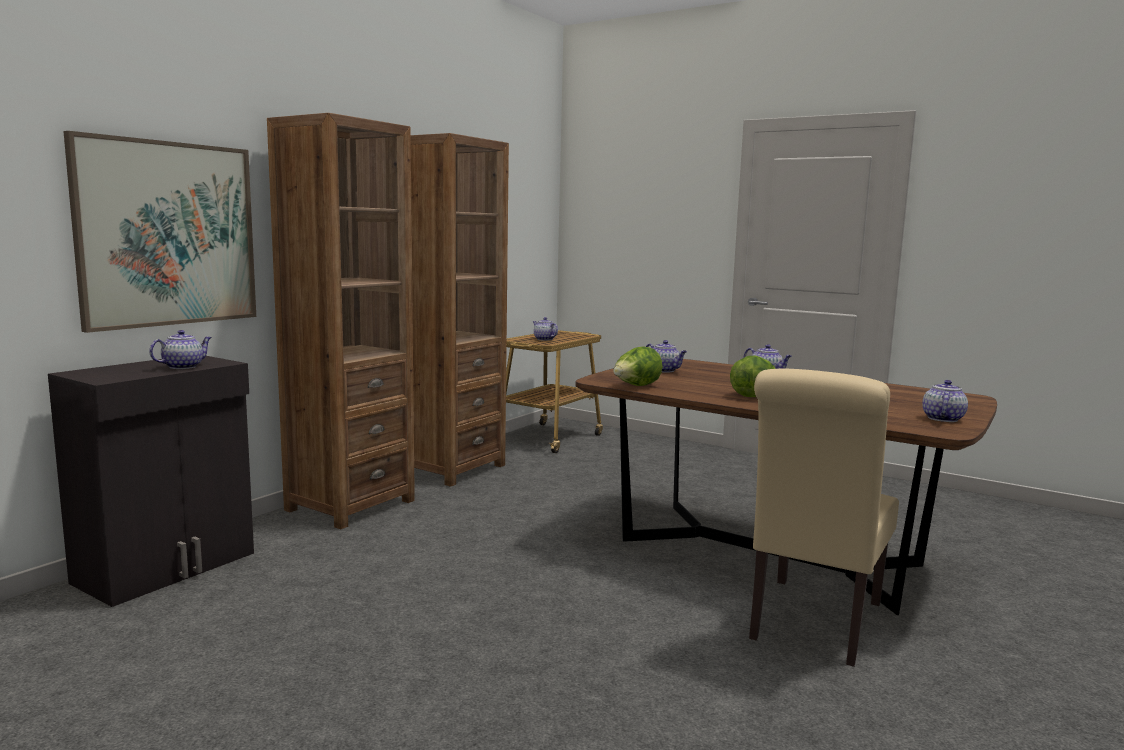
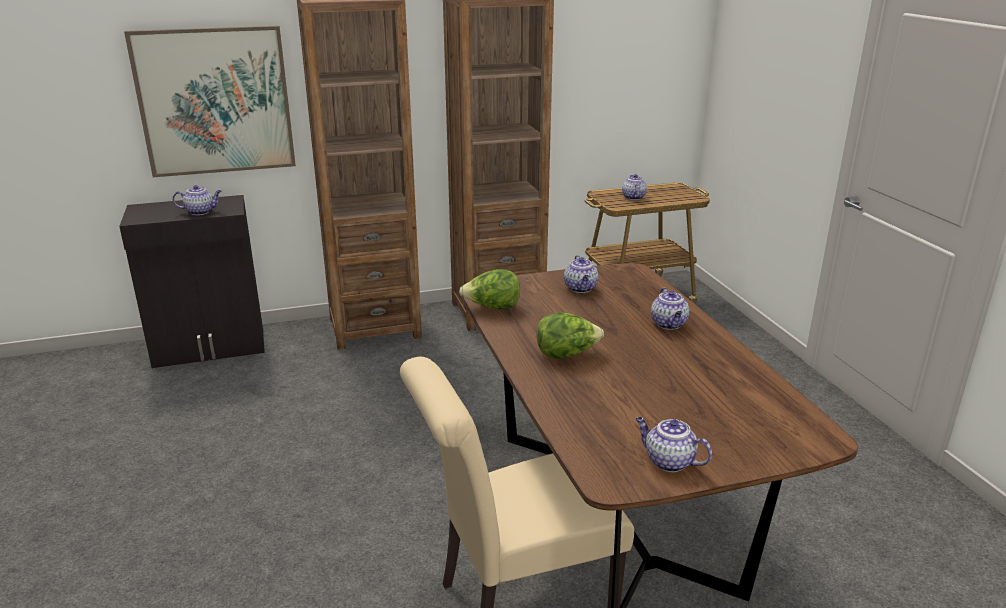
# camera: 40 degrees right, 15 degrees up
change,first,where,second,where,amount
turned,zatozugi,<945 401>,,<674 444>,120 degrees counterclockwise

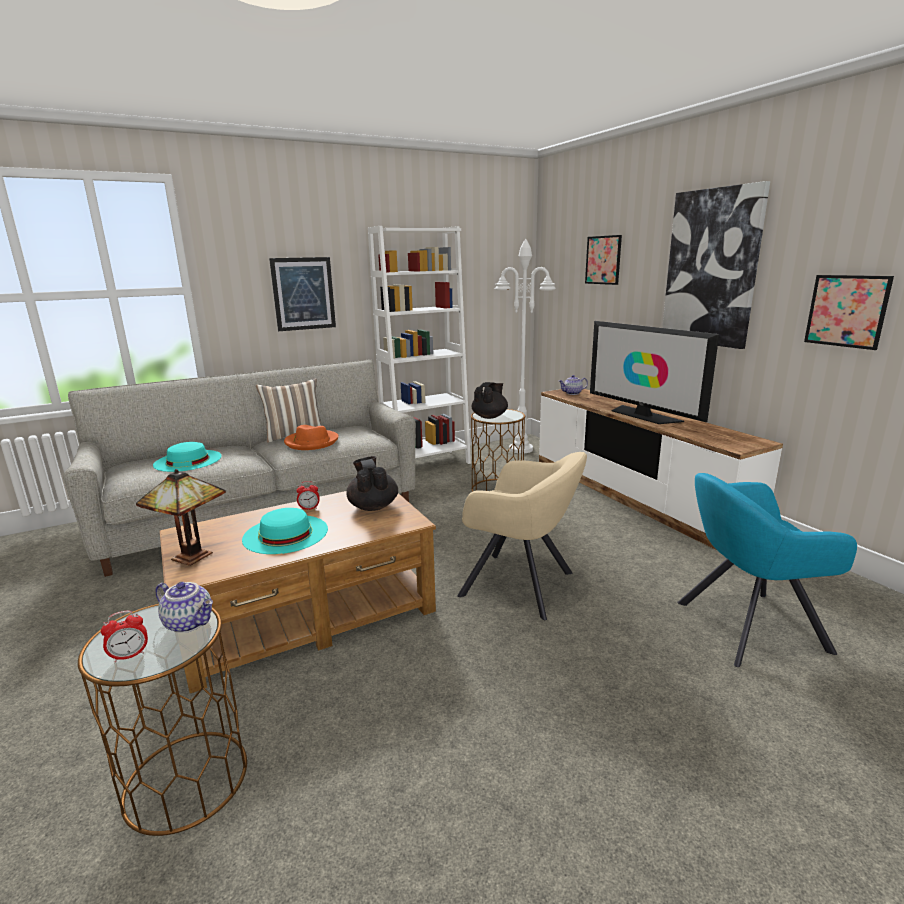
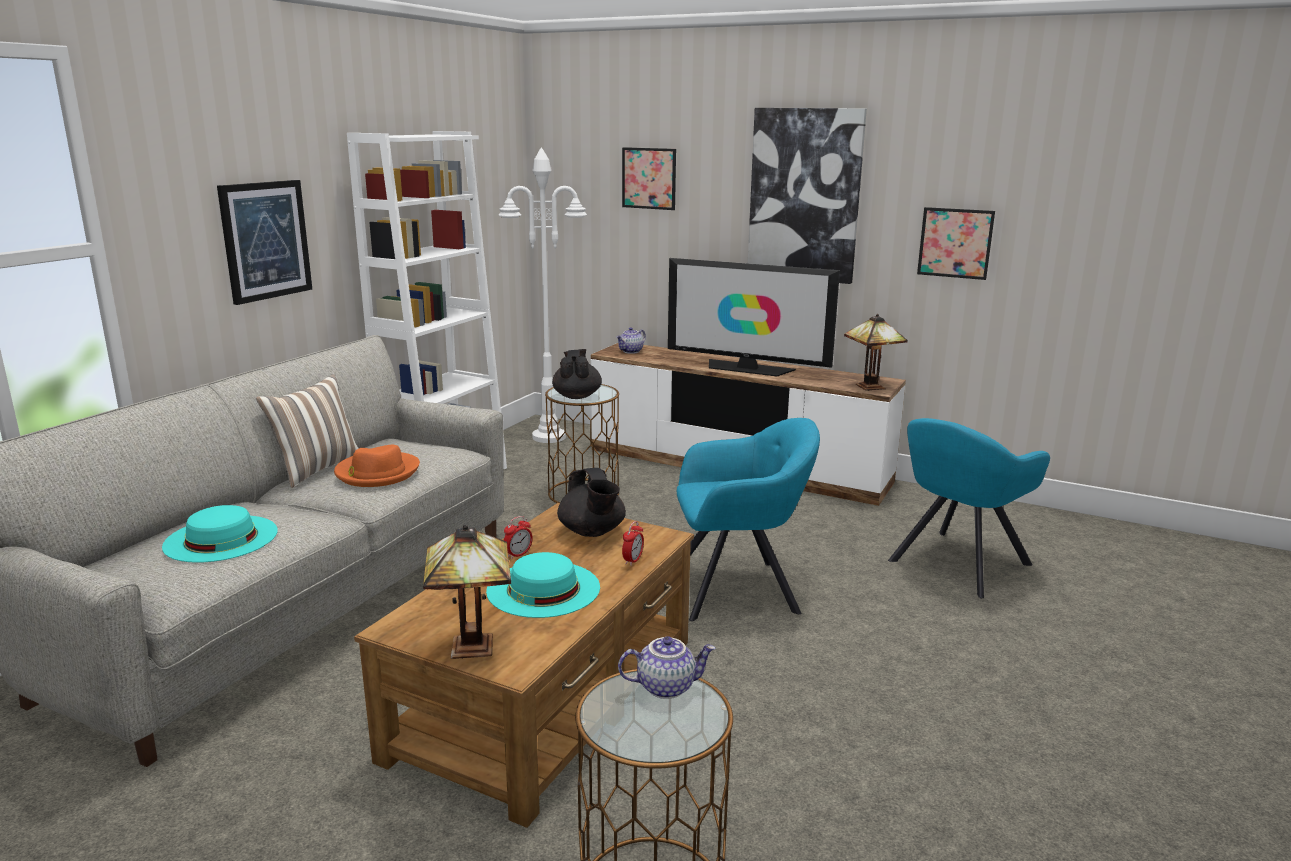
# camera: 35 degrees left, 0 degrees up
change,first,where,second,where,amount
moved,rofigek,<124 636>,,<633 543>,
turned,zatozugi (black),<372 483>,,<591 502>,150 degrees counterclockwise
recoloured,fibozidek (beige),<522 536>,fibozidek (turquoise),<748 519>,
added,,,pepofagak,<876 352>,

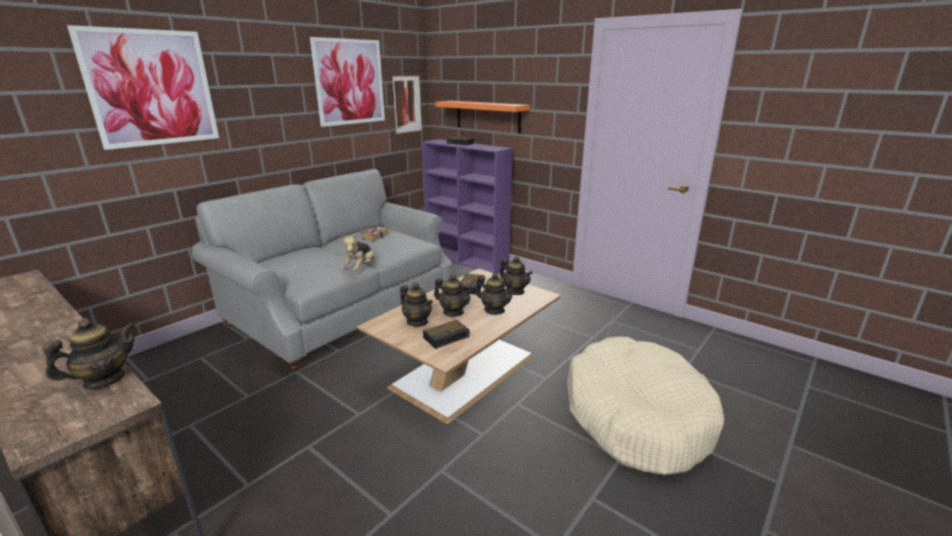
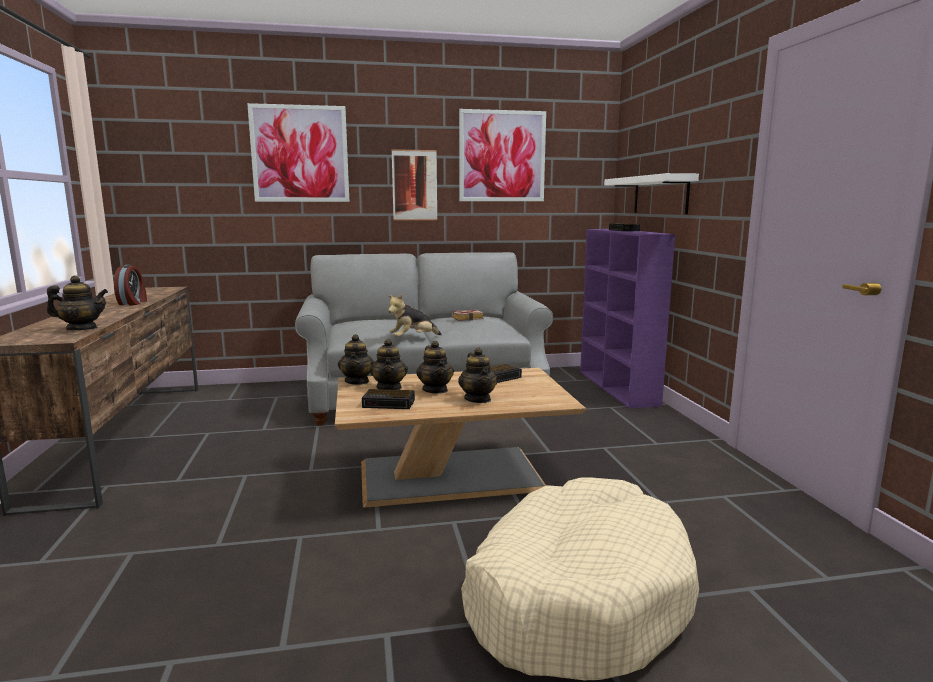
# camera: 40 degrees right, 10 degrees down
change,first,where,second,where,amount
moved,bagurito,<407 105>,,<414 184>,
recoloured,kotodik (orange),<482 117>,kotodik (white),<651 193>,
moved,zatozugi,<516 275>,,<356 359>,
added,,,rofigek,<130 284>,

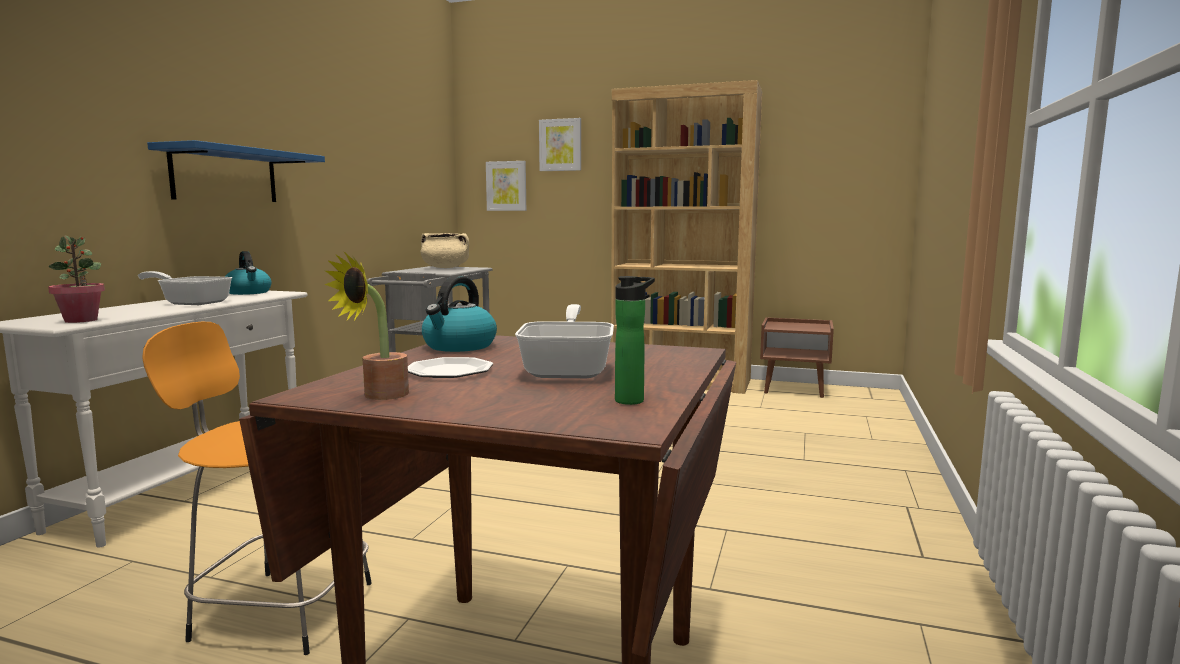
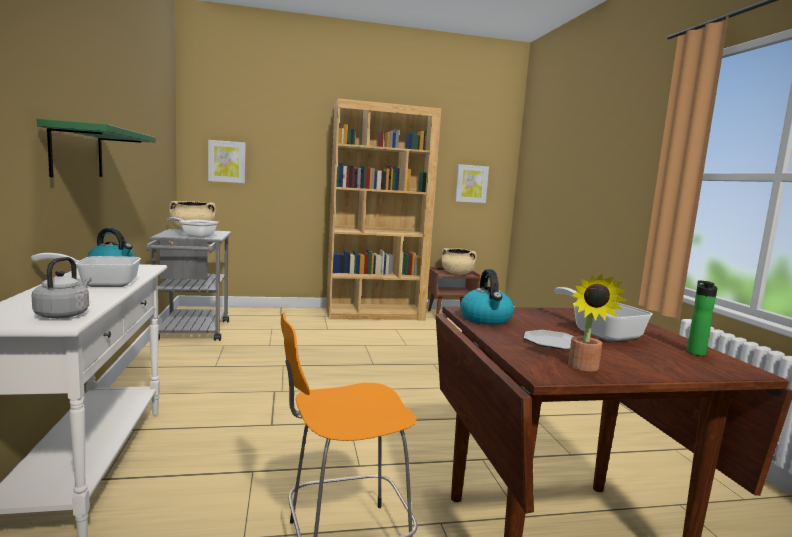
# camera: 30 degrees left, 0 degrees up
change,first,where,second,where,amount
replaced,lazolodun,<76 279>,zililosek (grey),<61 288>,
recoloured,kotodik (blue),<236 171>,kotodik (green),<96 148>,
moved,bagurito,<560 144>,,<472 183>,
added,,,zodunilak,<192 227>,
added,,,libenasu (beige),<459 261>,

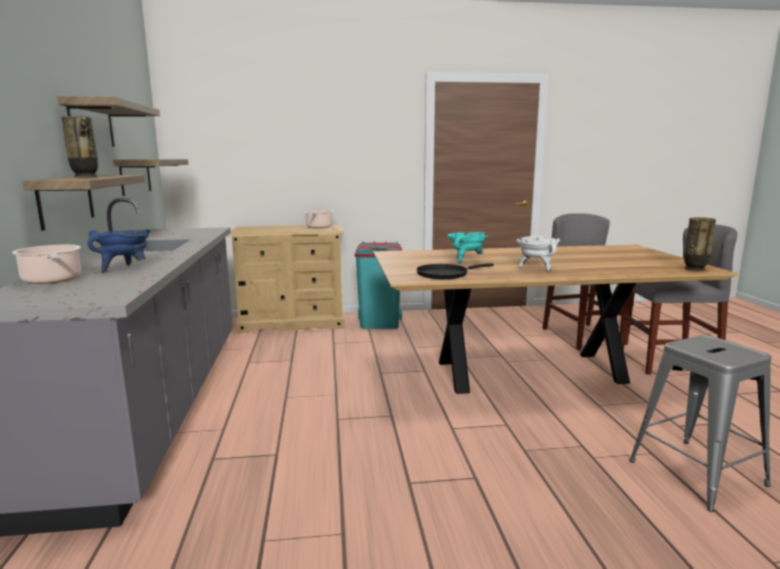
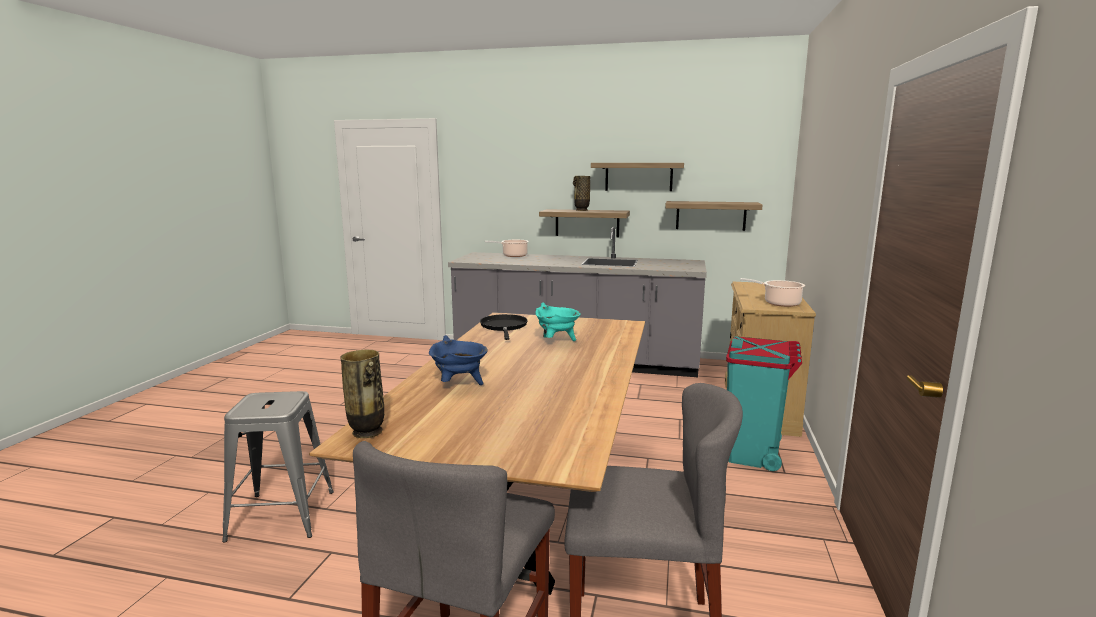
# camera: 110 degrees right, 0 degrees up
change,first,where,second,where,amount
moved,libenasu (blue),<119 251>,,<458 360>,
removed,libenasu (white),<538 253>,,,

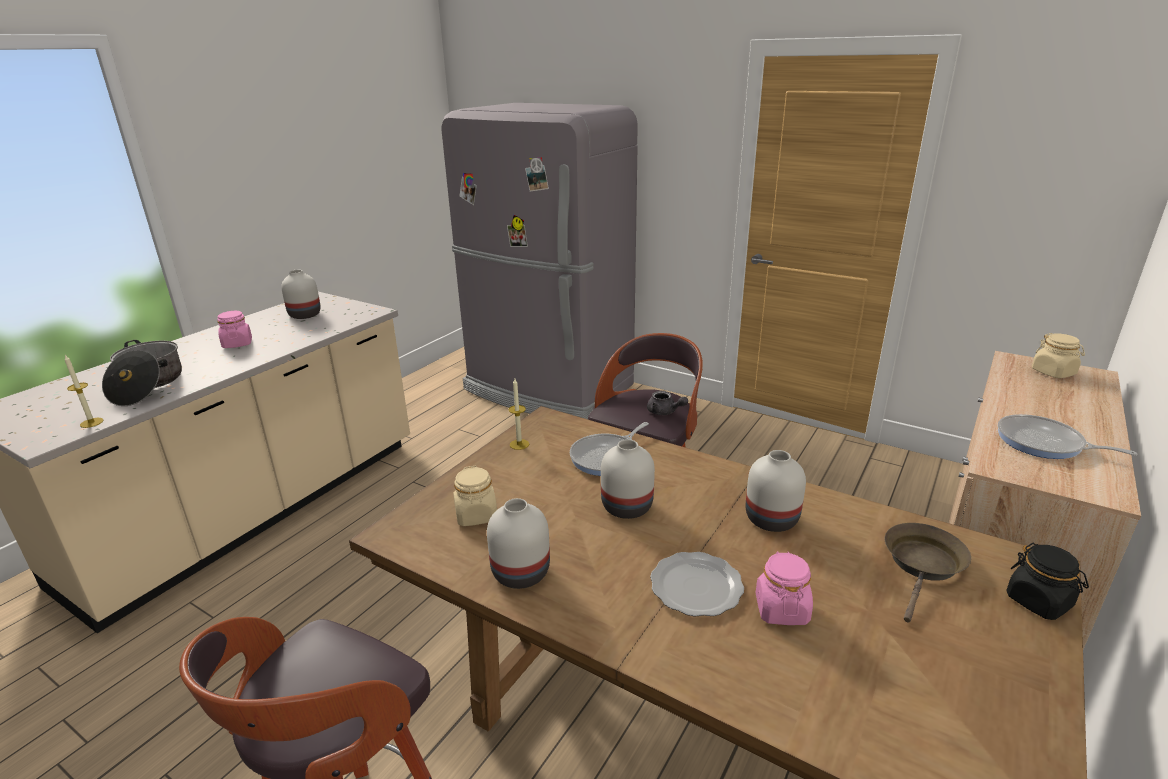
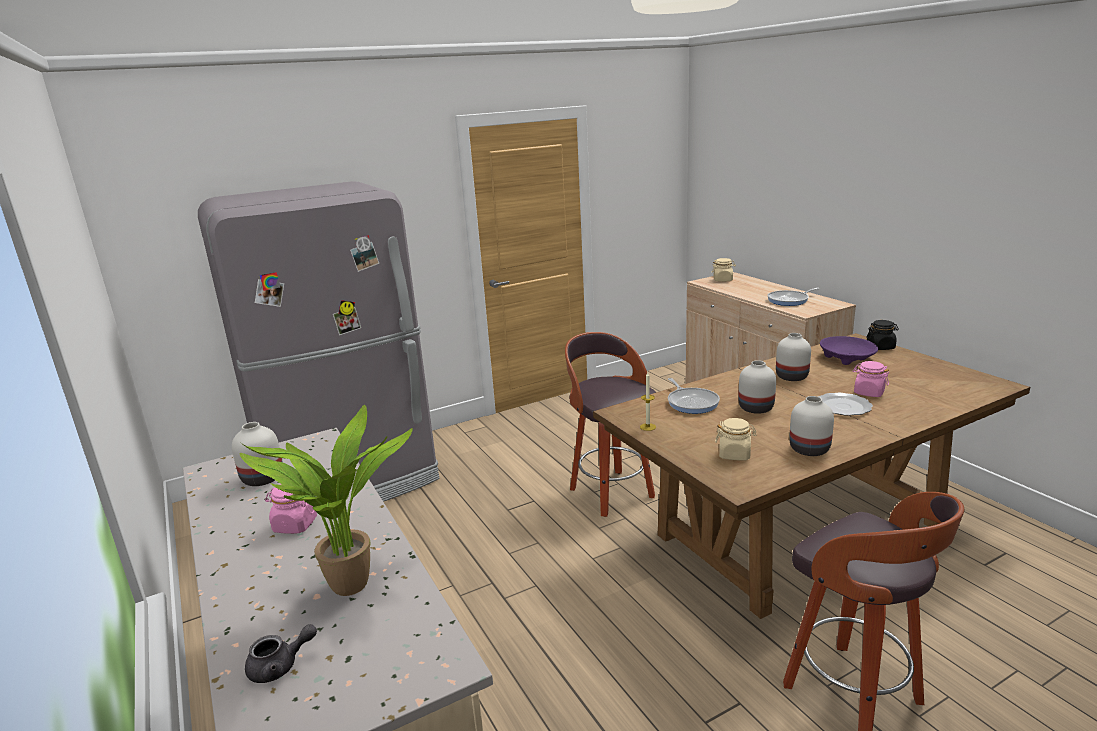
# camera: 60 degrees left, 5 degrees down
change,first,where,second,where,amount
removed,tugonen,<83 391>,,,
replaced,libenasu,<142 373>,lazolodun,<326 500>,
moved,zatozugi (grey),<667 403>,,<281 653>,
replaced,zodunilak (brown),<928 573>,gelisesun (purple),<849 350>,

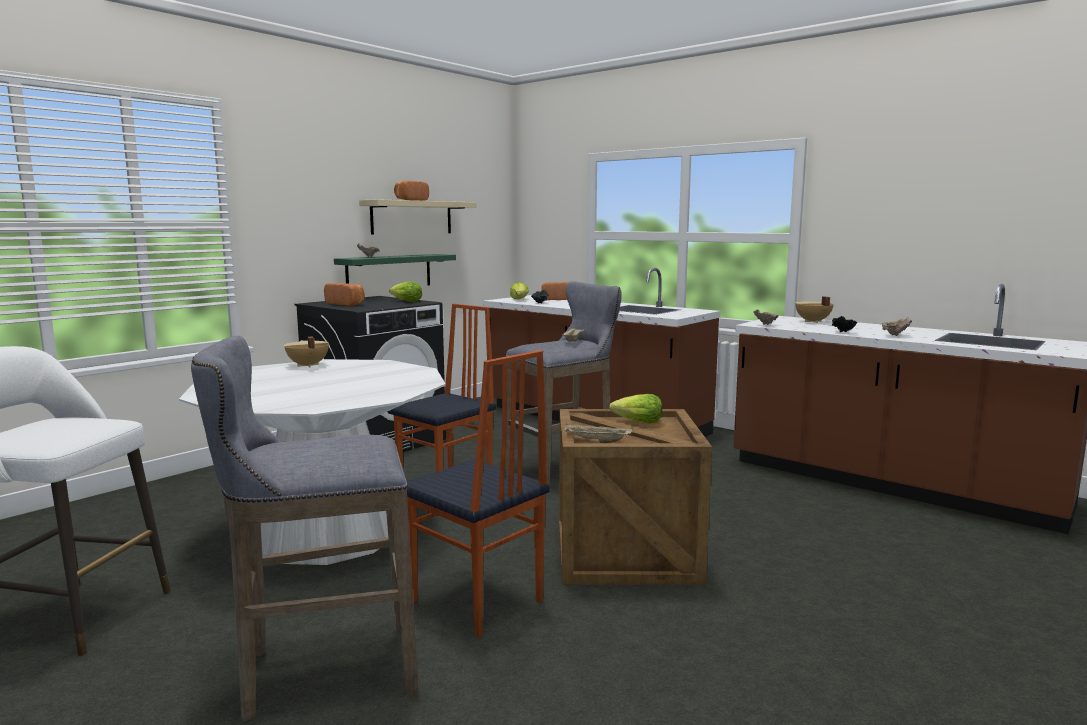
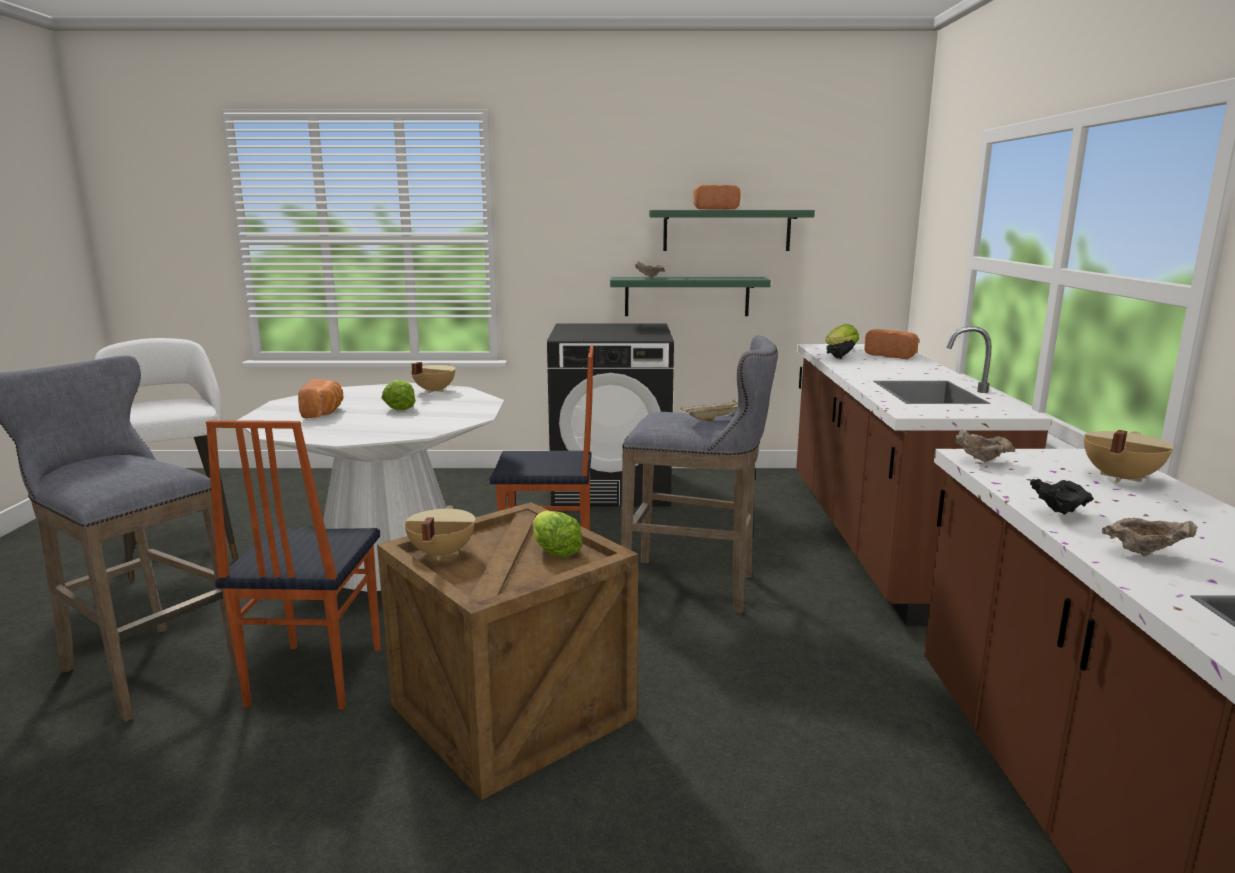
# camera: 50 degrees right, 5 degrees up
change,first,where,second,where,amount
moved,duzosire,<344 294>,,<320 398>,
recoloured,kotodik (beige),<418 217>,kotodik (green),<732 230>,
moved,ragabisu,<405 291>,,<399 395>,
replaced,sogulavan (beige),<599 433>,libenasu (beige),<440 532>,

